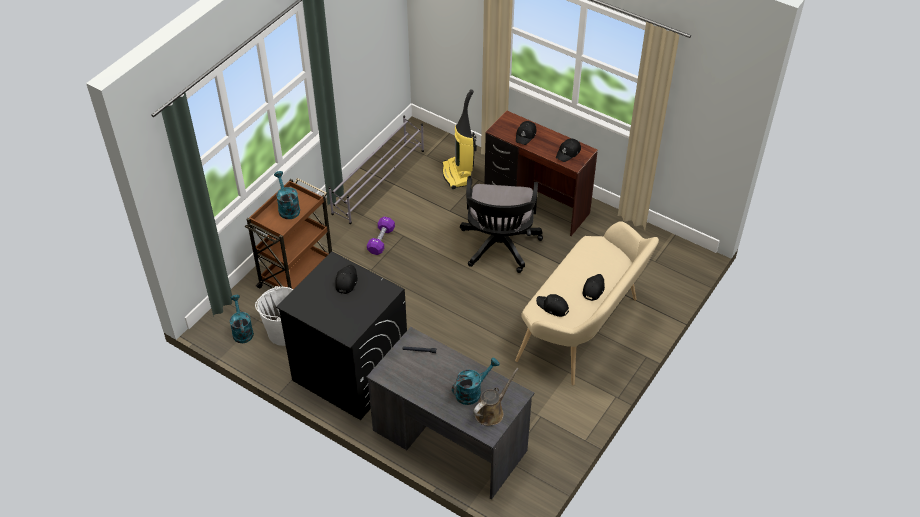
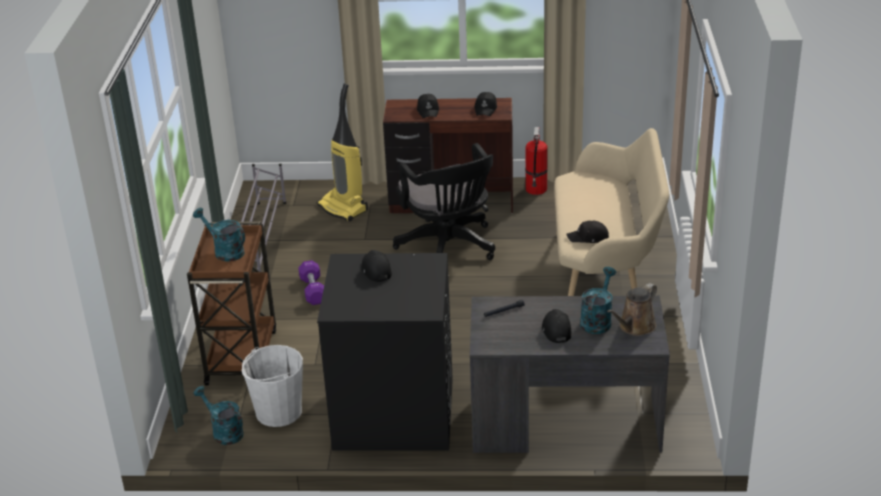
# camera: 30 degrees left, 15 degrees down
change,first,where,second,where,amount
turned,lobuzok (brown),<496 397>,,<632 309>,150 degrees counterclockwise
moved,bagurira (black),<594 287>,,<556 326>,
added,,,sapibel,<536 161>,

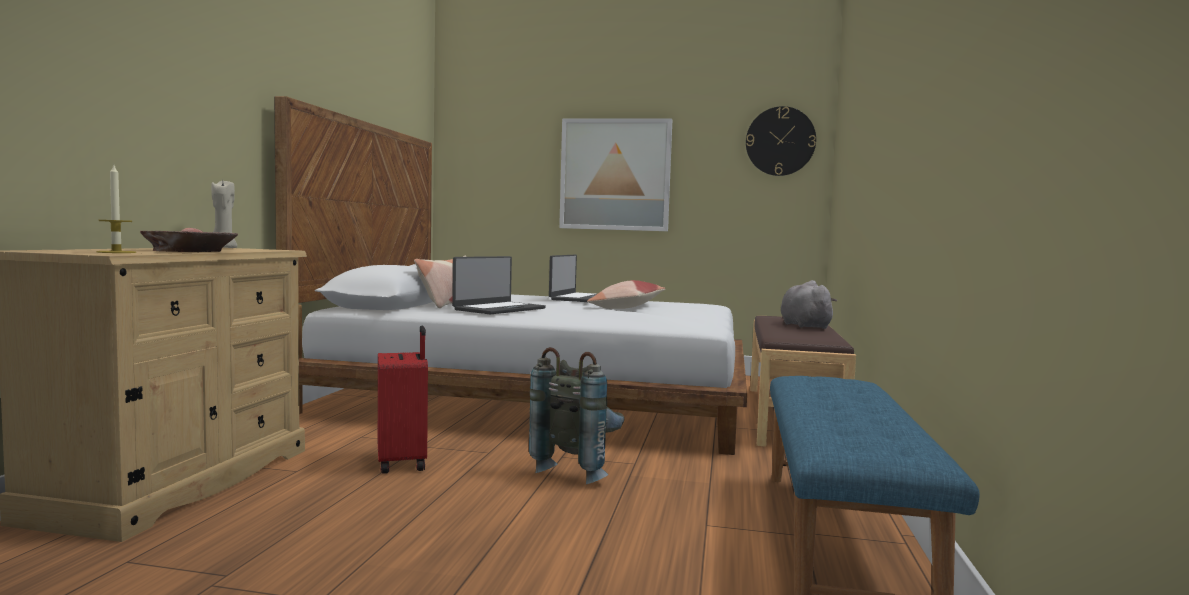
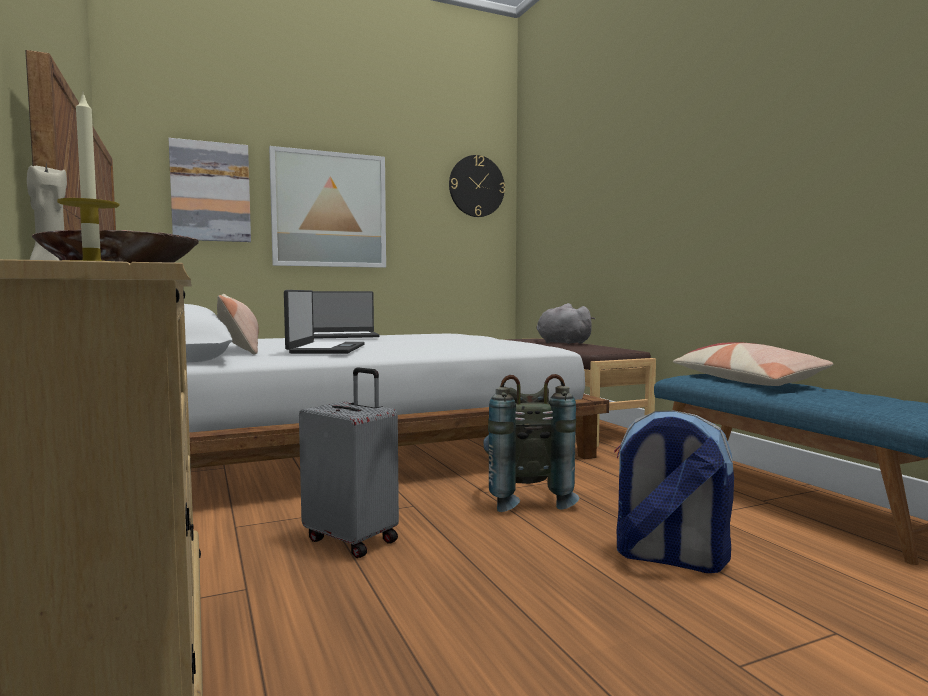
# camera: 35 degrees left, 0 degrees up
change,first,where,second,where,amount
recoloured,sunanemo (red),<403 400>,sunanemo (grey),<349 462>,
turned,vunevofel,<572 278>,,<346 315>,90 degrees clockwise
moved,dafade,<626 294>,,<753 364>,
added,,,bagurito,<210 190>,
added,,,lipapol,<674 492>,

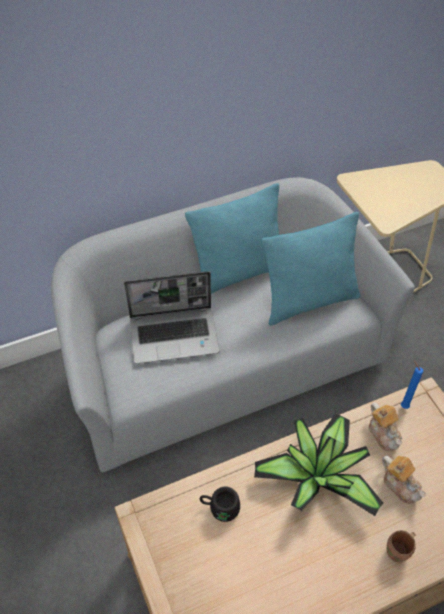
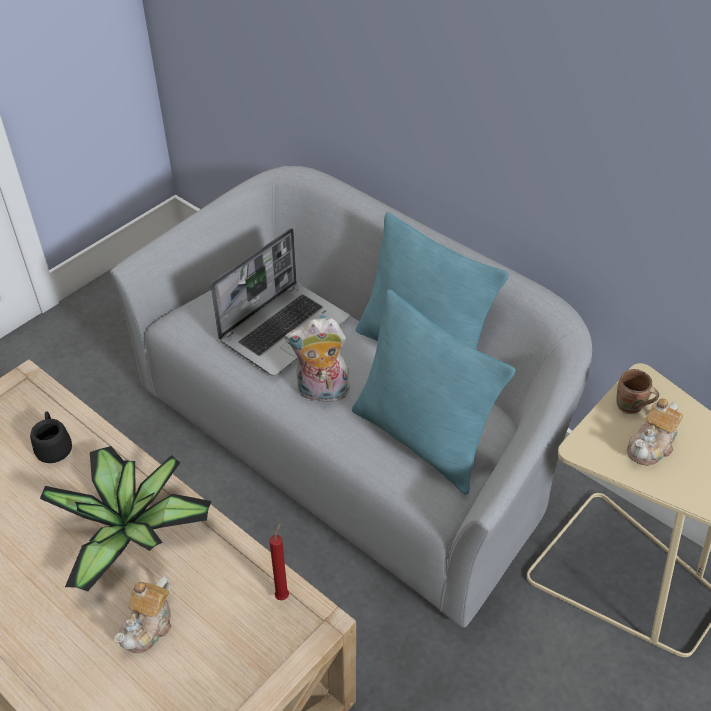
# camera: 65 degrees right, 5 degrees down
change,first,where,second,where,amount
turned,vunevofel,<171 317>,,<280 302>,105 degrees counterclockwise
moved,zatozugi,<385 426>,,<655 432>,
moved,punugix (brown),<401 546>,,<637 391>,
recoloured,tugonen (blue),<412 385>,tugonen (red),<279 561>,
added,,,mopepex,<317 362>,

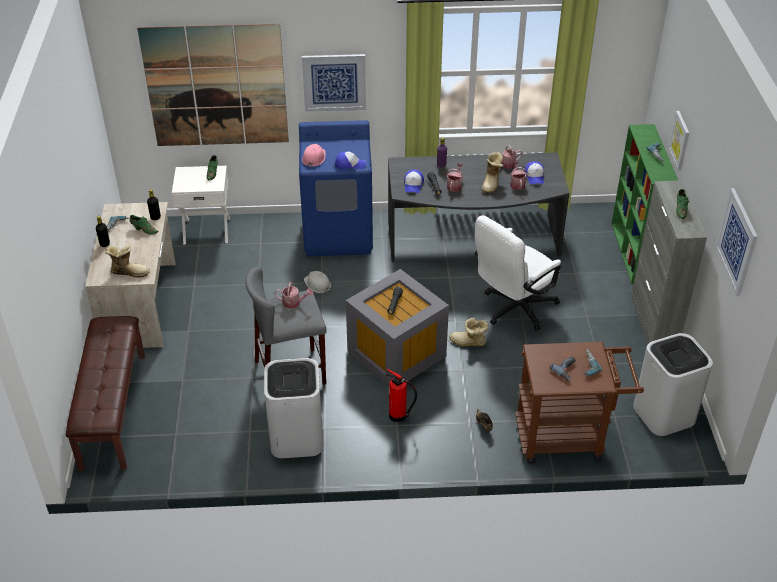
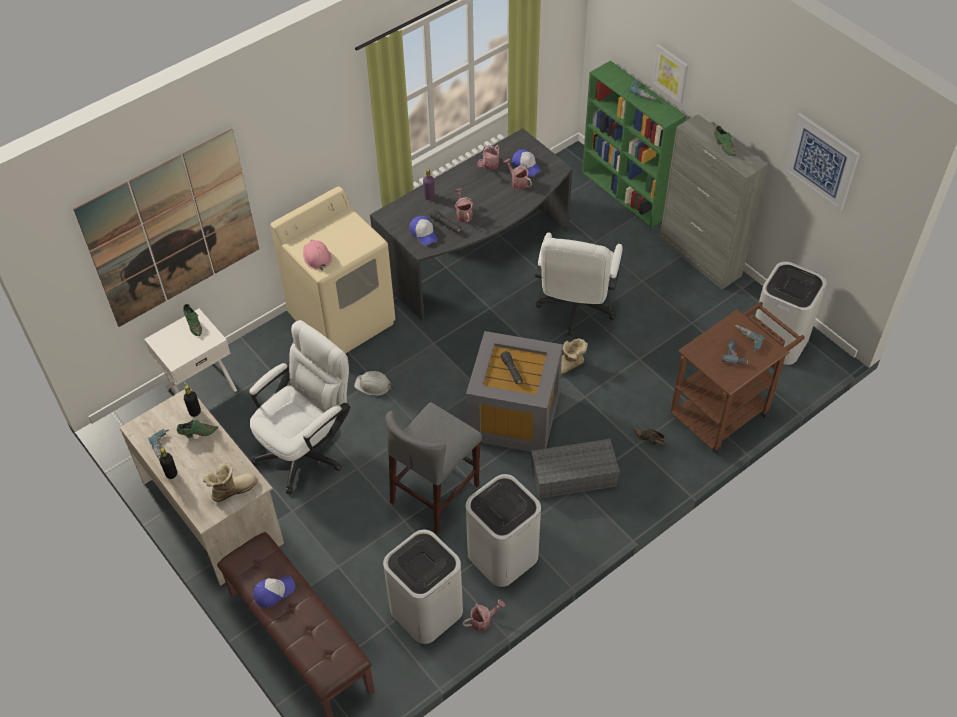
# camera: 35 degrees left, 10 degrees up
change,first,where,second,where,amount
moved,lobuzok,<293 295>,,<483 615>,
recoloured,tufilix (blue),<336 188>,tufilix (beige),<332 270>,
removed,bagurito,<334 83>,,,
moved,bagurira,<350 160>,,<274 592>,
replaced,sapibel,<402 395>,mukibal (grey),<575 469>,
removed,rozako,<493 173>,,,
added,,,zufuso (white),<299 407>,
added,,,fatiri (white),<423 587>,

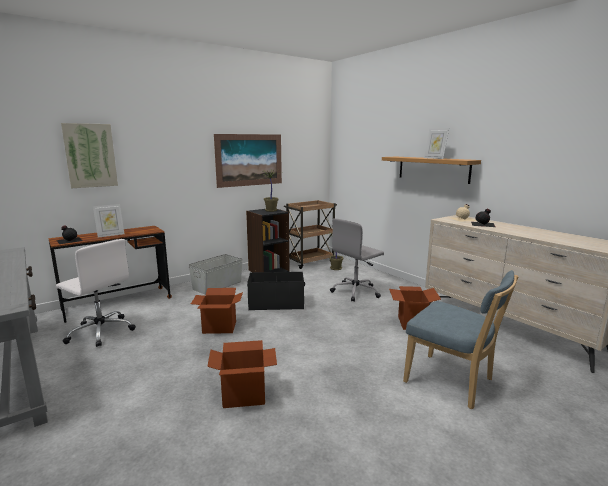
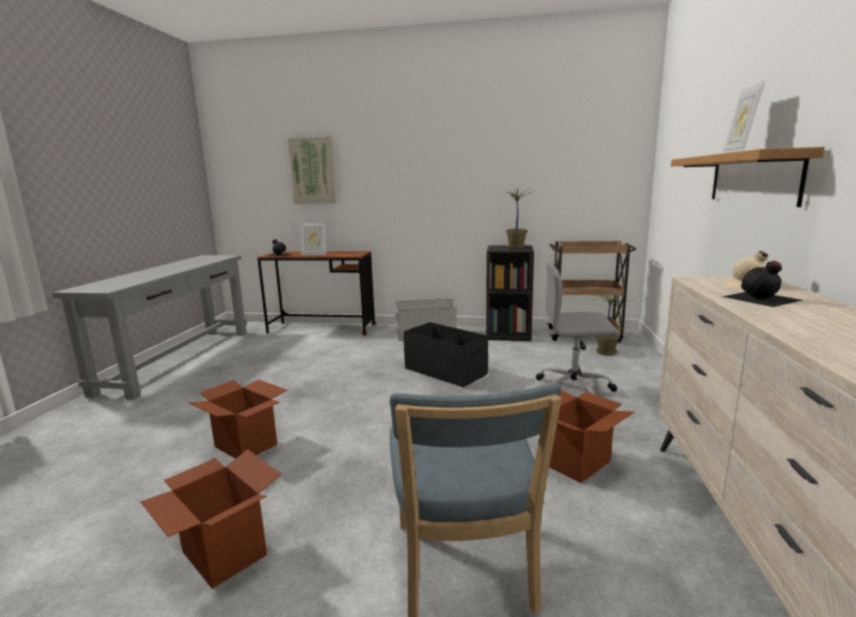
# camera: 45 degrees right, 0 degrees up
change,first,where,second,where,amount
removed,zufuso (white),<96 293>,,,
moved,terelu,<217 311>,,<211 519>,
removed,bagurito,<248 161>,,,

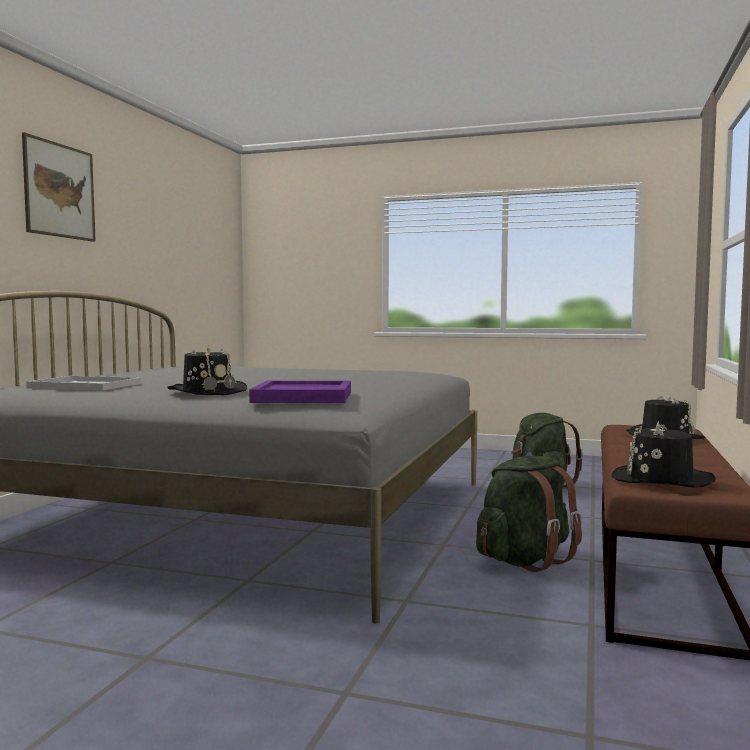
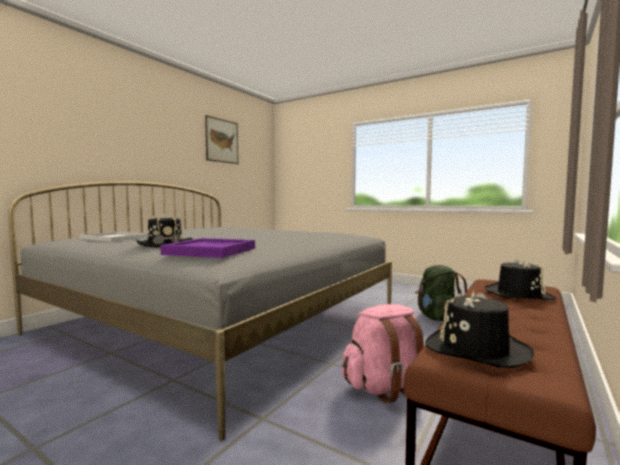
# camera: 15 degrees right, 0 degrees up
change,first,where,second,where,amount
moved,bagurito,<59 187>,,<222 139>,
recoloured,lipapol (green),<529 513>,lipapol (pink),<383 353>,

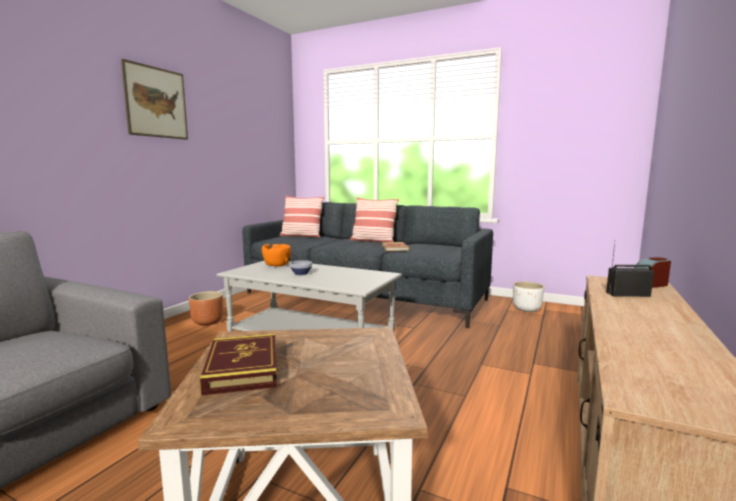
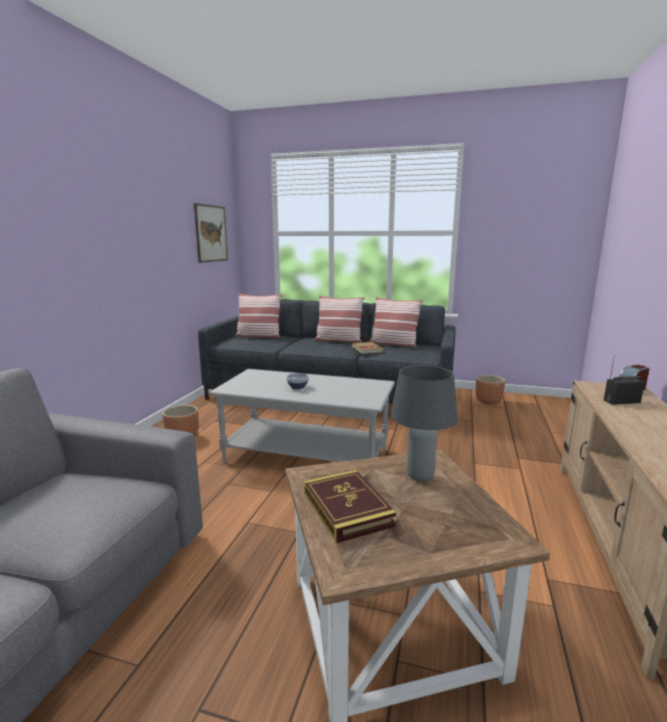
# camera: 10 degrees left, 5 degrees up
change,first,where,second,where,amount
moved,bagurito,<154 99>,,<211 233>,
removed,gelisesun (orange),<276 255>,,,
recoloured,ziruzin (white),<528 297>,ziruzin (brown),<490 389>,
added,,,dafade,<396 322>,
added,,,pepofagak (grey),<424 423>,

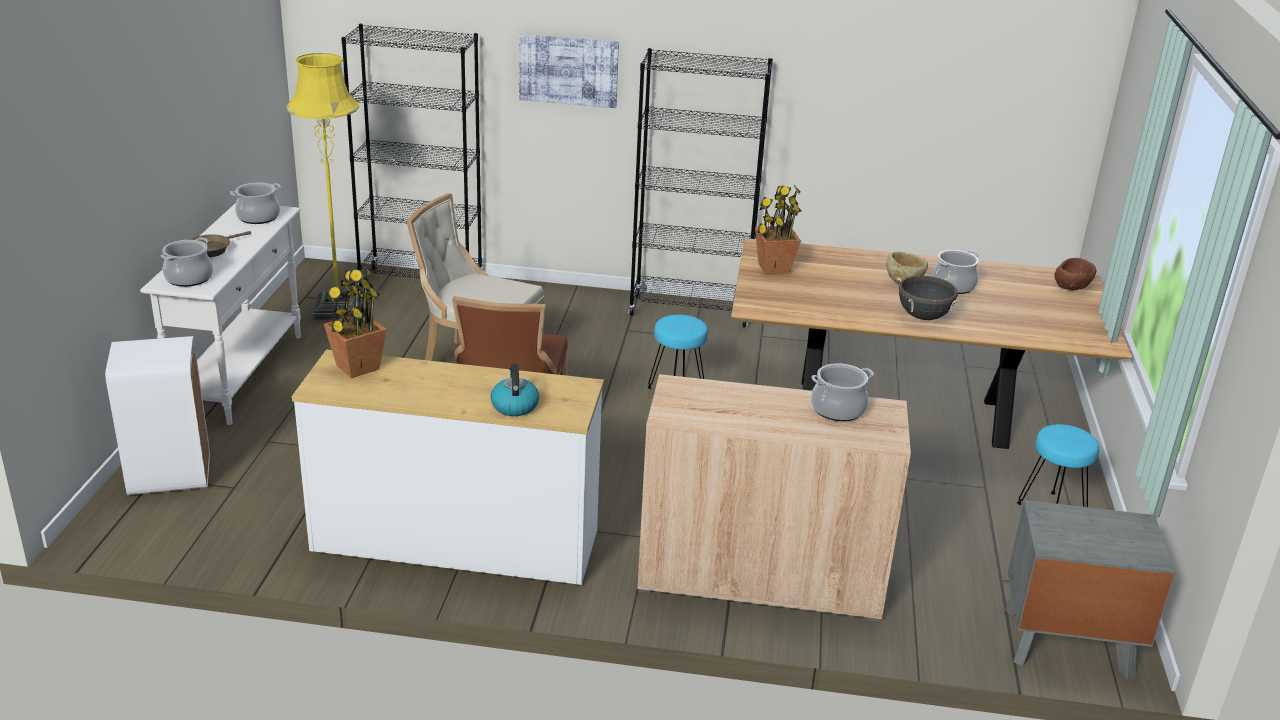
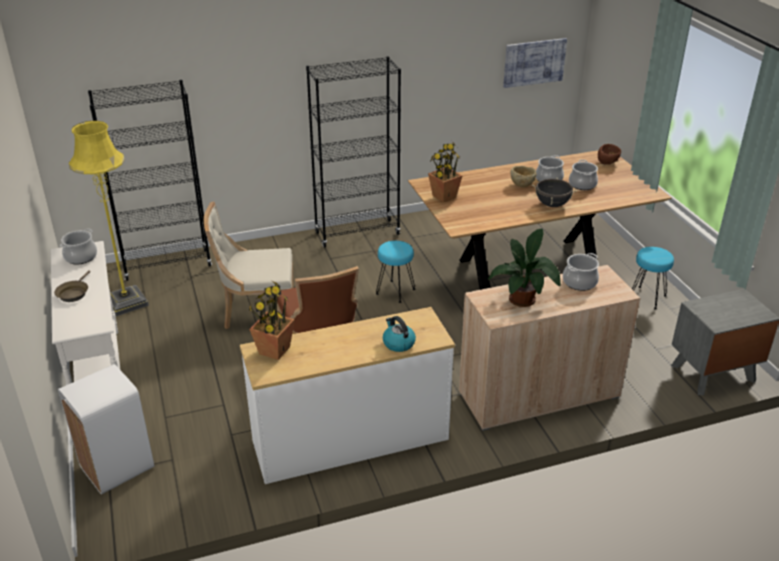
# camera: 25 degrees left, 5 degrees up
change,first,where,second,where,amount
moved,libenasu,<187 262>,,<583 175>,
moved,bagurito,<569 71>,,<535 63>,
added,,,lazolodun,<524 268>,

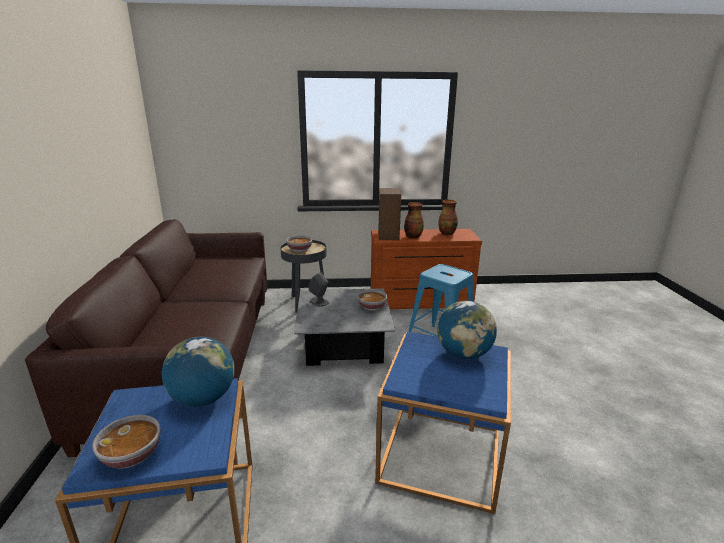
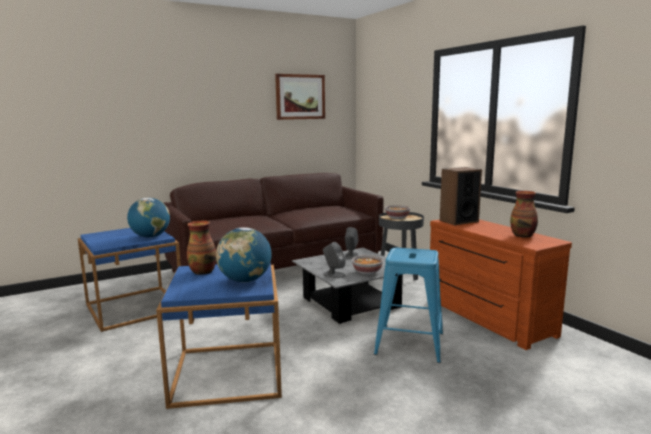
# camera: 65 degrees right, 10 degrees down
change,first,where,second,where,amount
removed,gelisesun,<126 442>,,,
moved,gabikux,<414 220>,,<201 248>,
added,,,bagurito,<300 97>,
added,,,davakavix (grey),<334 260>,

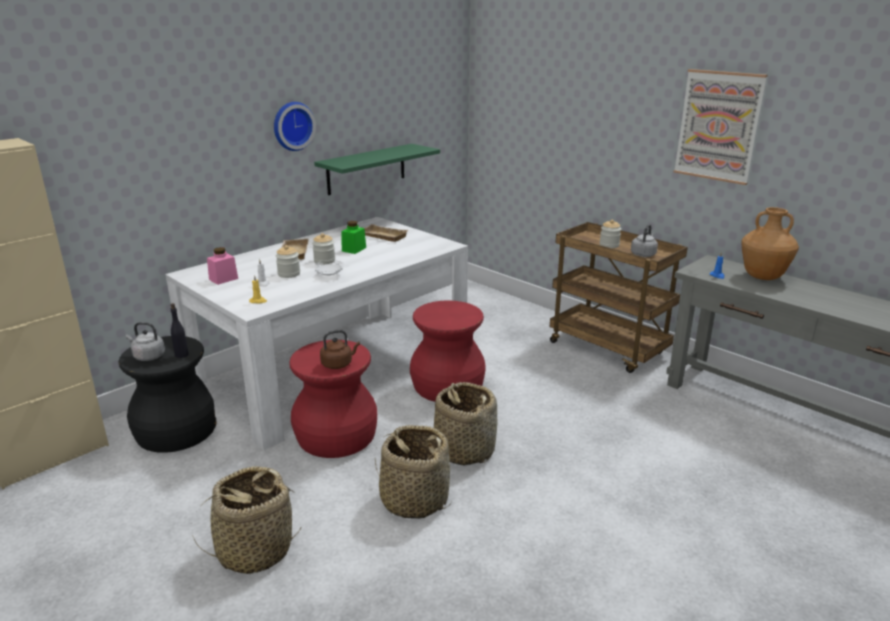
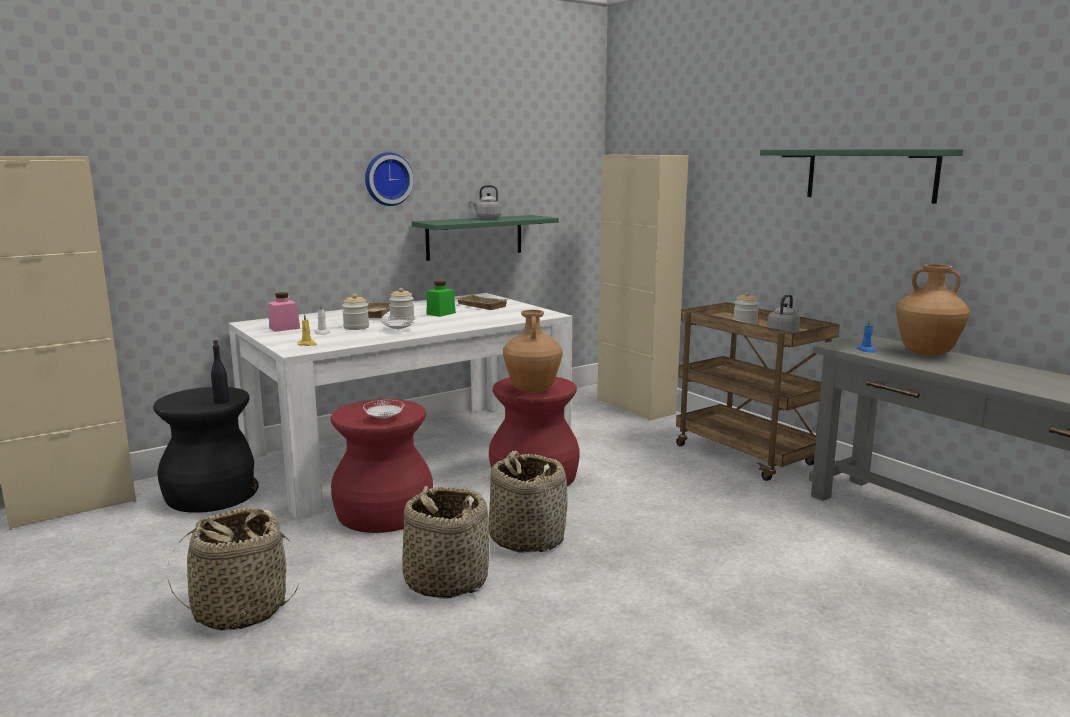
# camera: 10 degrees right, 10 degrees down
change,first,where,second,where,amount
moved,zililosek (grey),<145 341>,,<486 202>,
replaced,zililosek (brown),<340 349>,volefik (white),<383 409>,
replaced,bagurito,<721 127>,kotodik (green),<861 176>,
added,,,gabikux (brown),<533 351>,
added,,,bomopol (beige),<642 288>,

